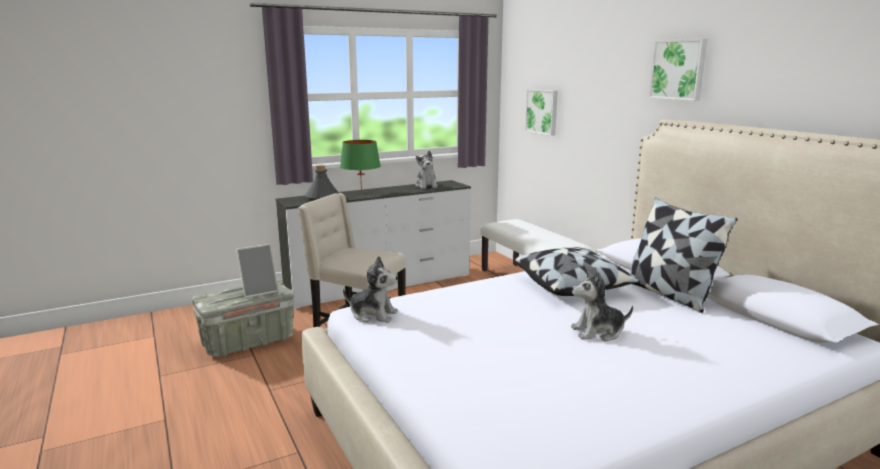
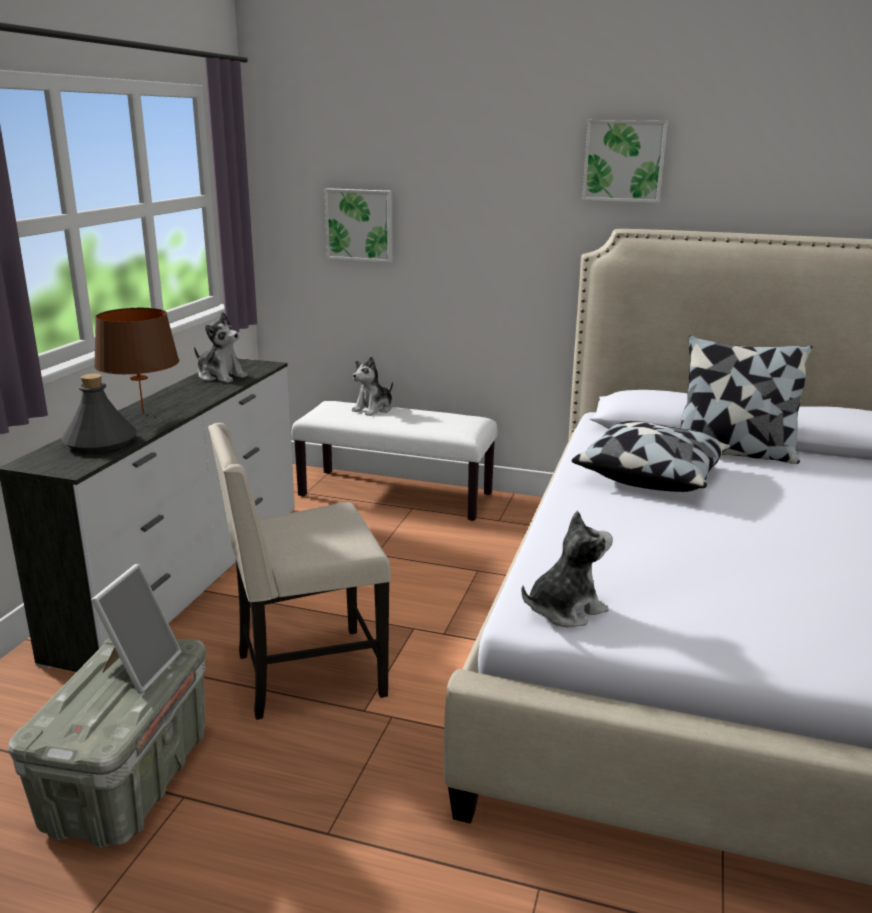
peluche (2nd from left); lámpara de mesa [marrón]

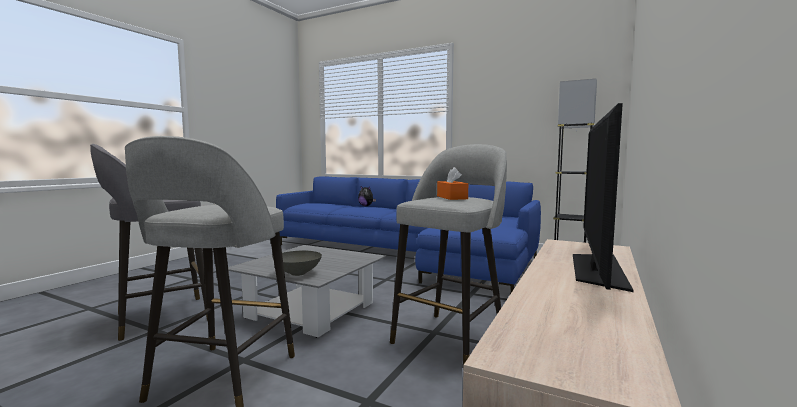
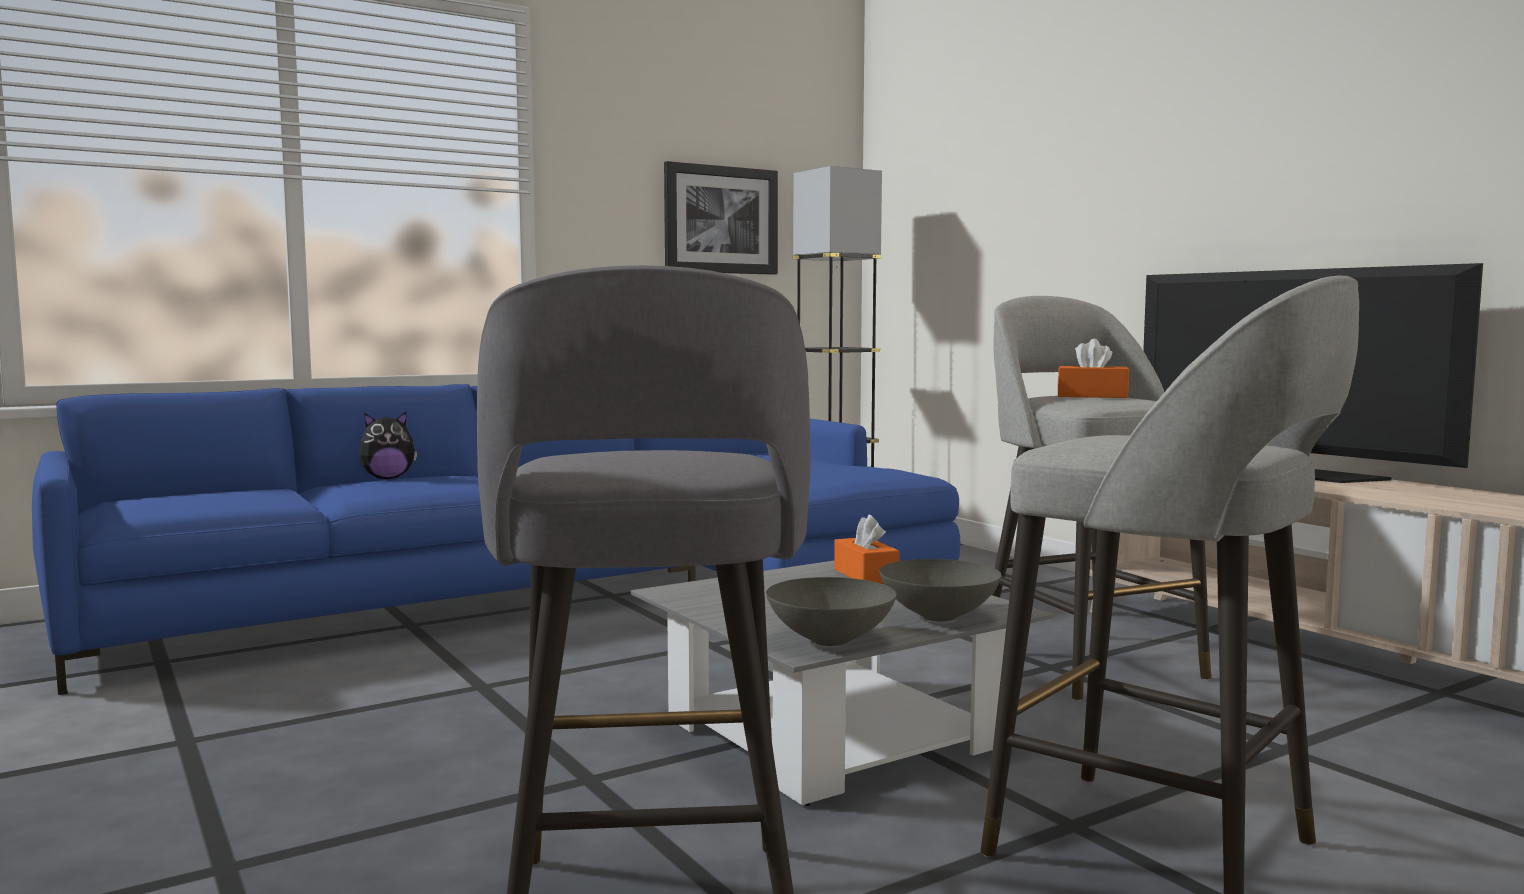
cuadro; cuenco [gris] (1st from left); caja de pañuelos [naranja] (1st from left)

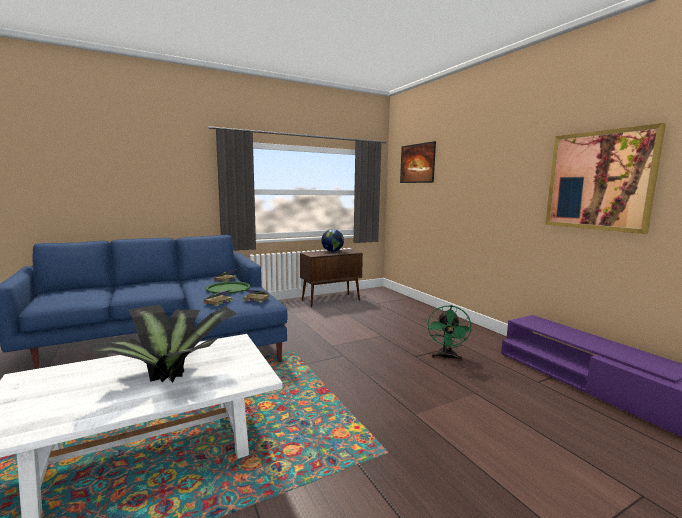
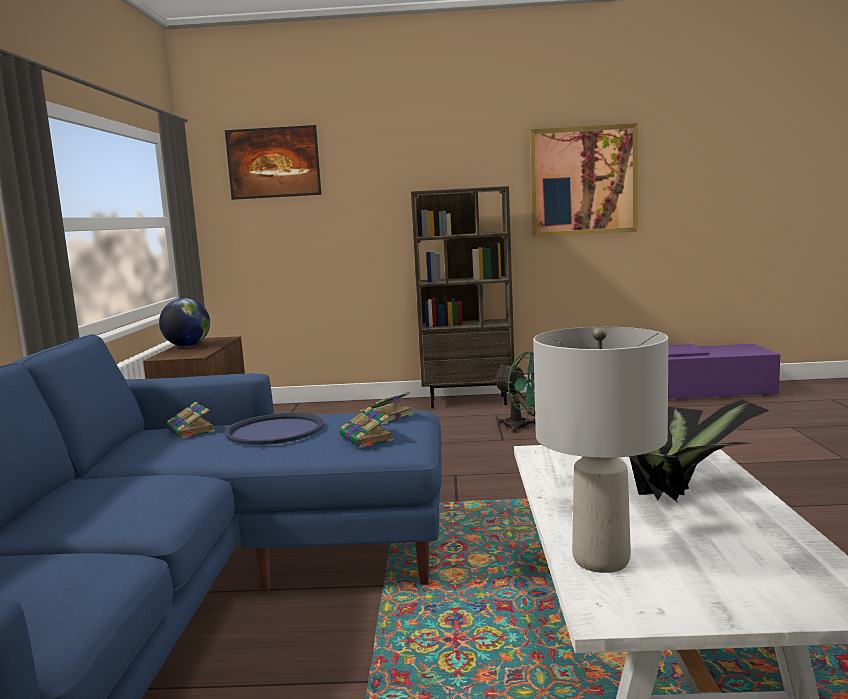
estantería [marrón]; lámpara de mesa [gris]; bandeja [azul]

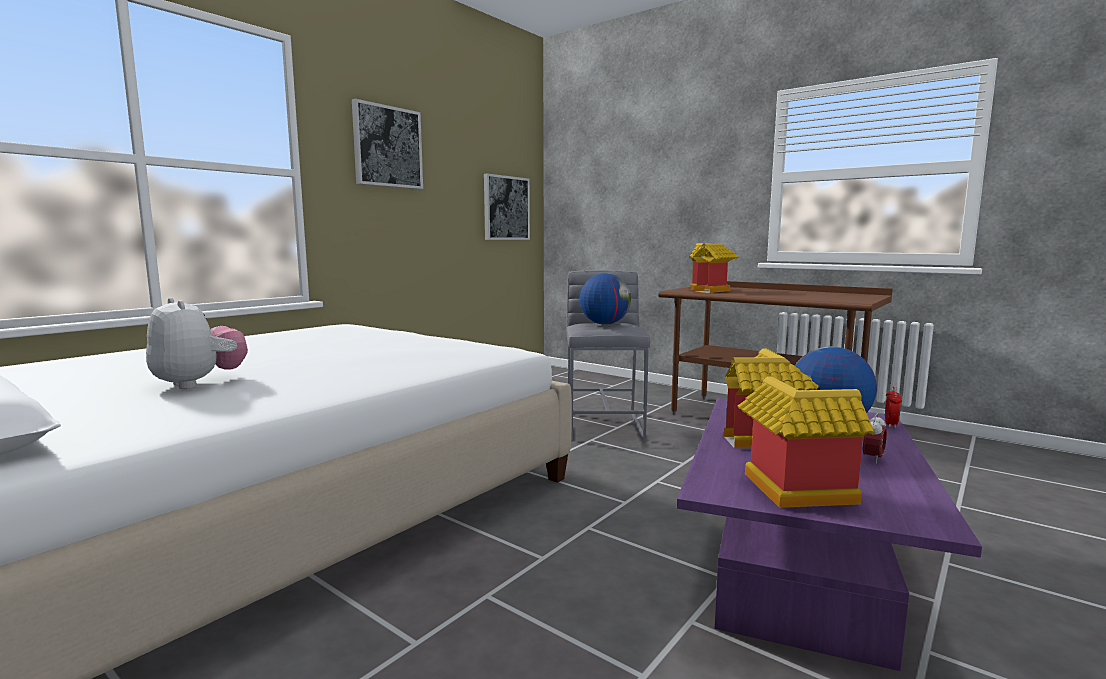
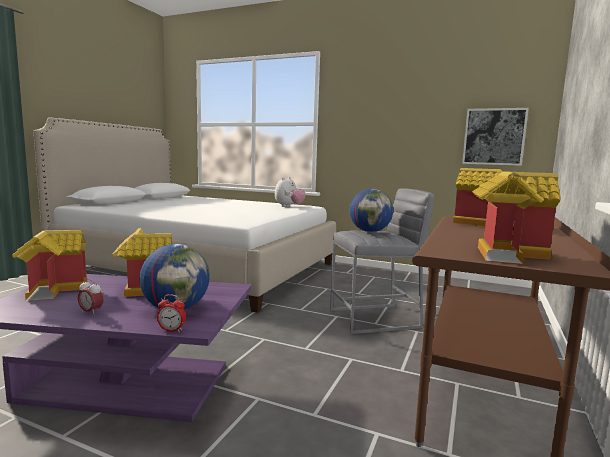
cuadro (1st from left in the first image); casita (4th from left); peluche

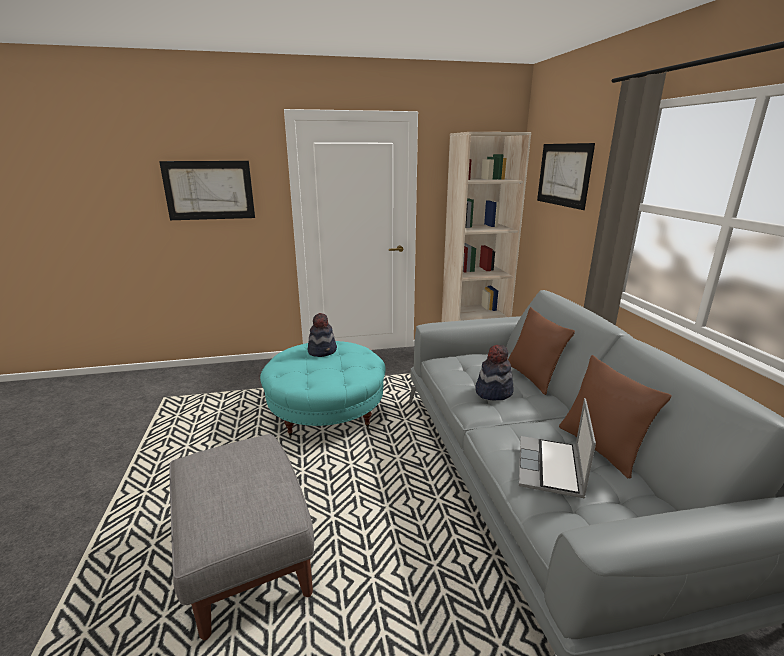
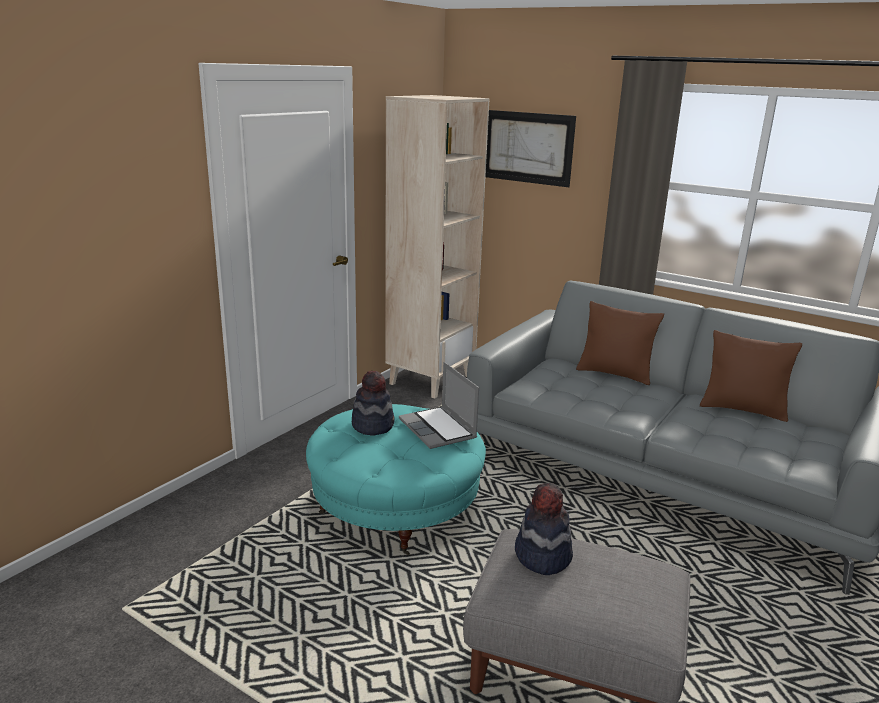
cuadro (1st from left in the first image); sombrero (2nd from left); portátil

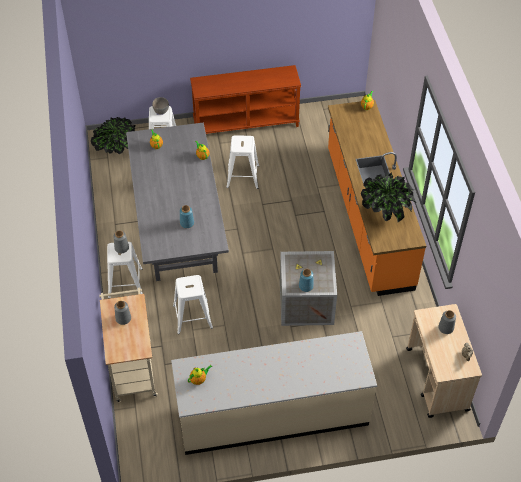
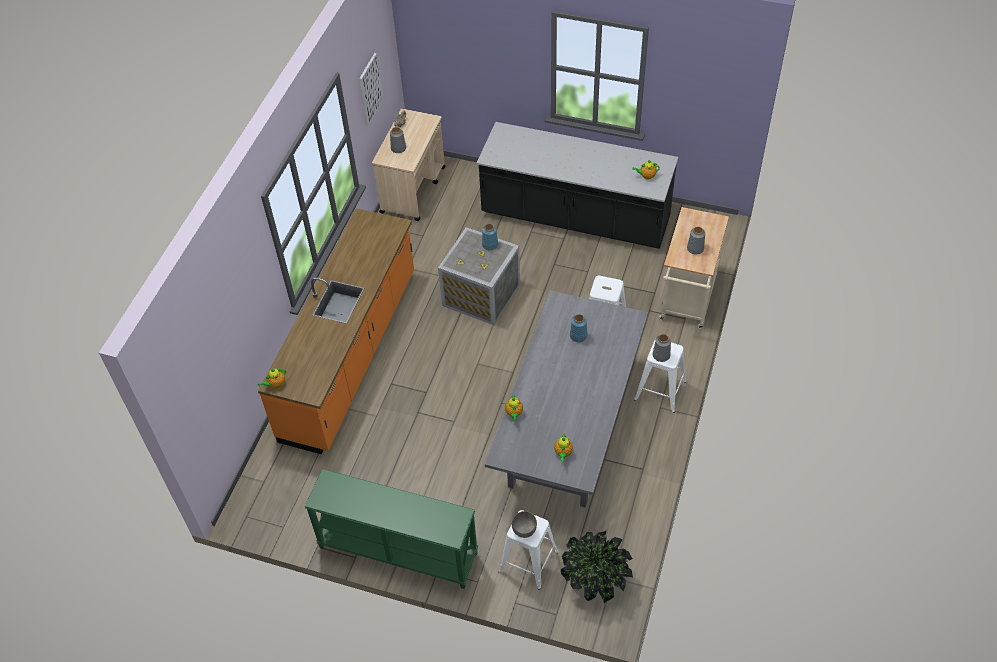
taburete [blanco] (4th from left in the first image); planta en maceta (2nd from left in the first image); cuadro; mueble bajo de cocina [negro]; mesa consola [verde]

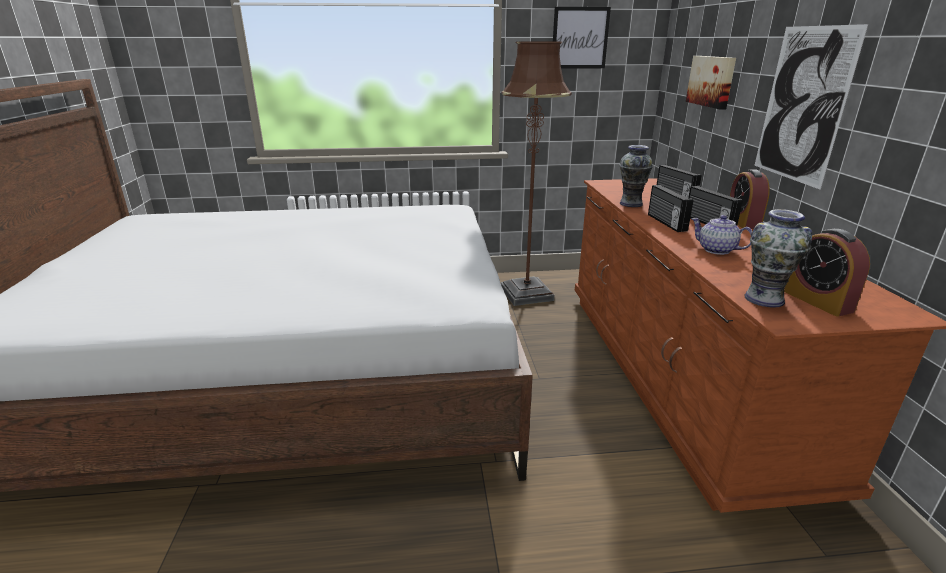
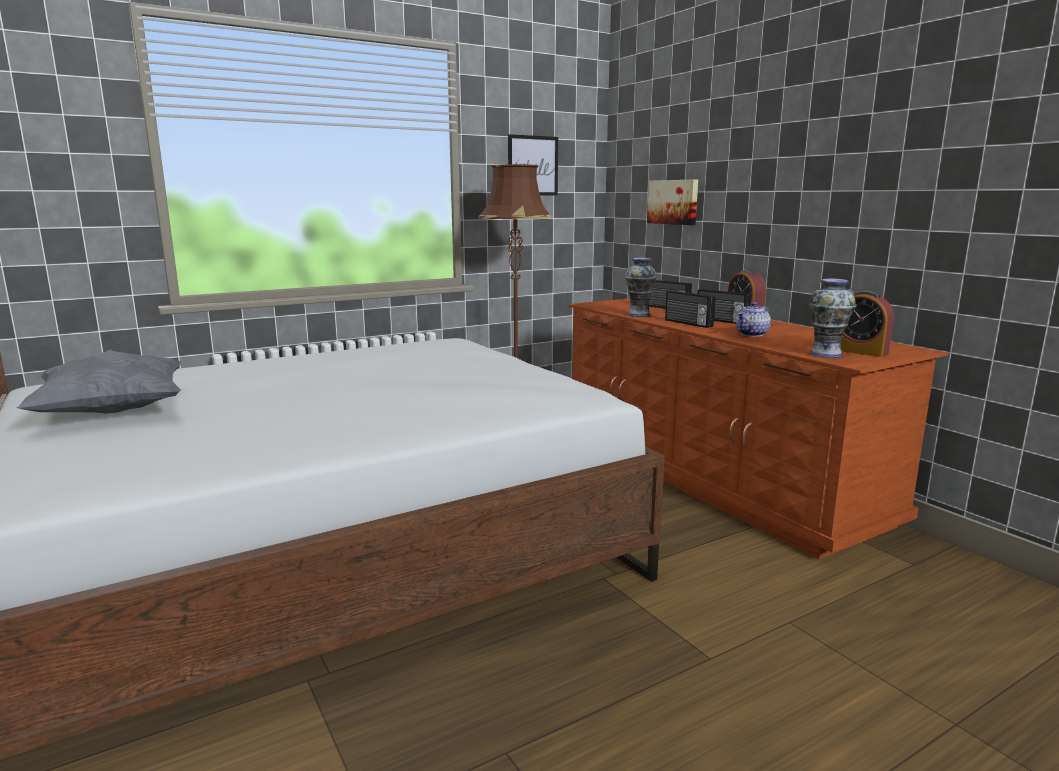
cuadro (3rd from left in the first image); cojín [gris]; tetera

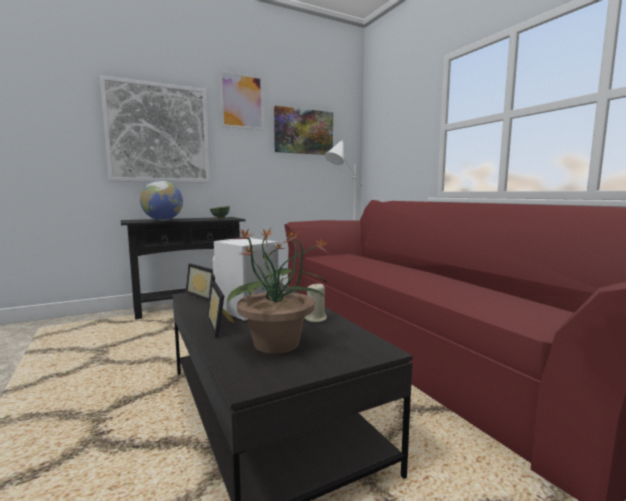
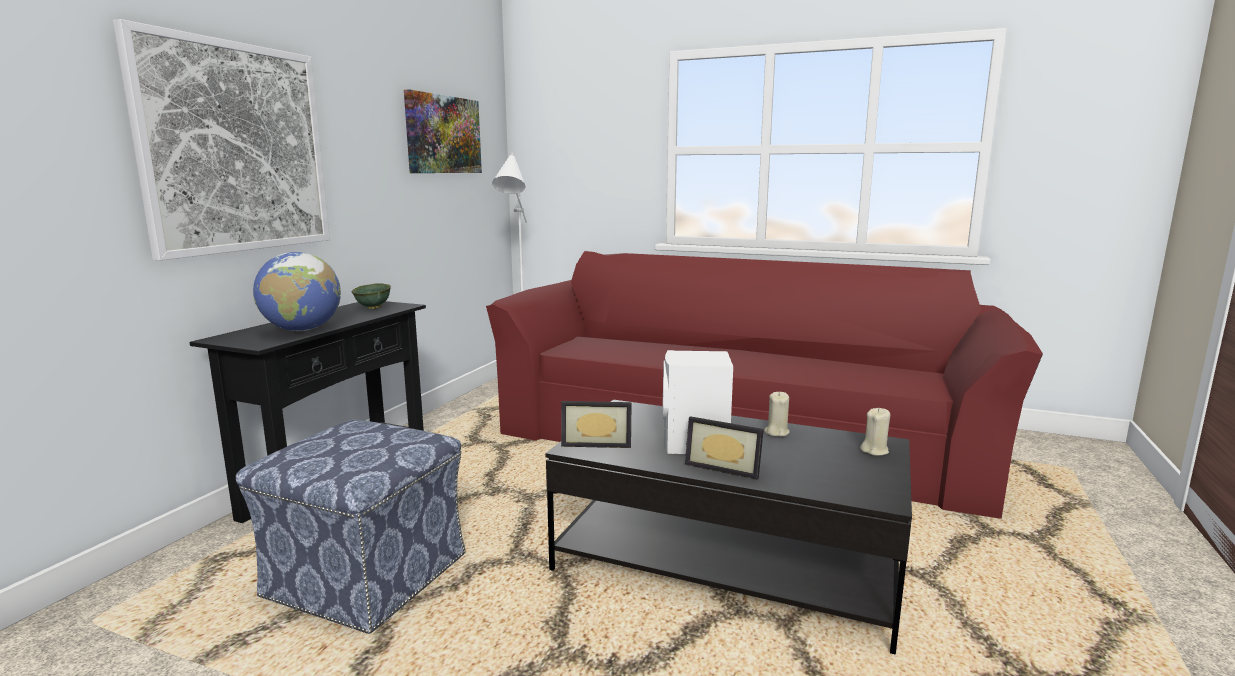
cuadro (2nd from left in the first image); planta en maceta; puf; vela [beis] (2nd from left)

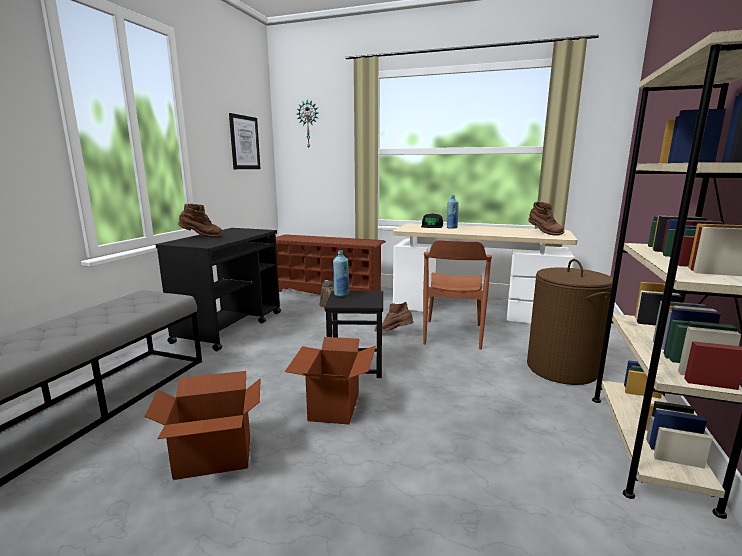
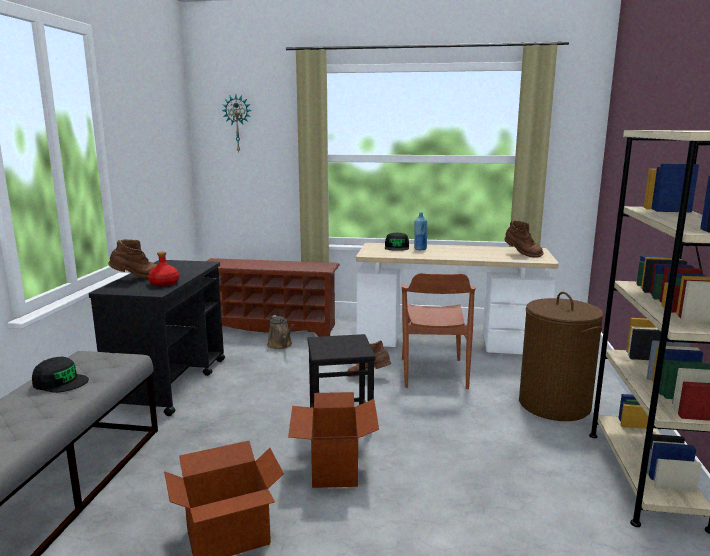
cuadro; botella [azul] (1st from left in the first image); gorra [negro] (1st from left); botella [rojo]

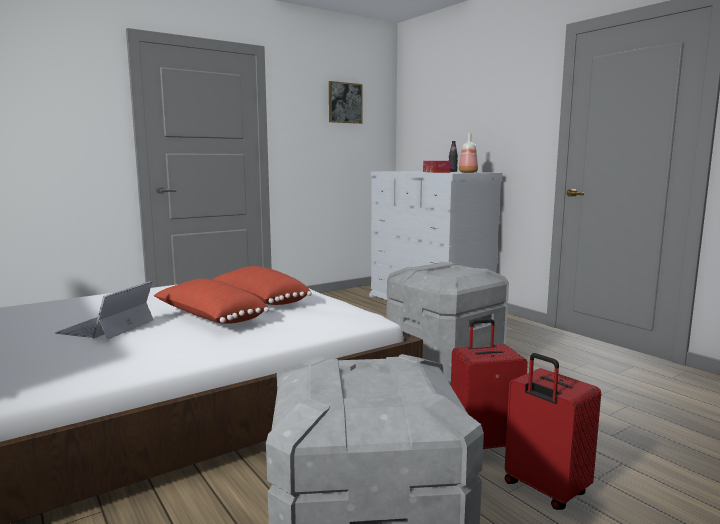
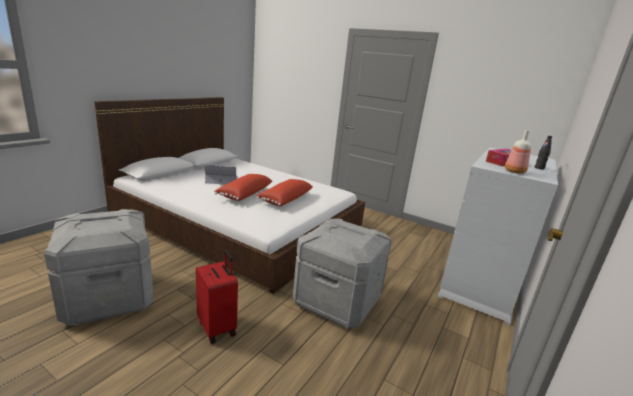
cuadro; maleta [rojo] (2nd from left in the first image)

